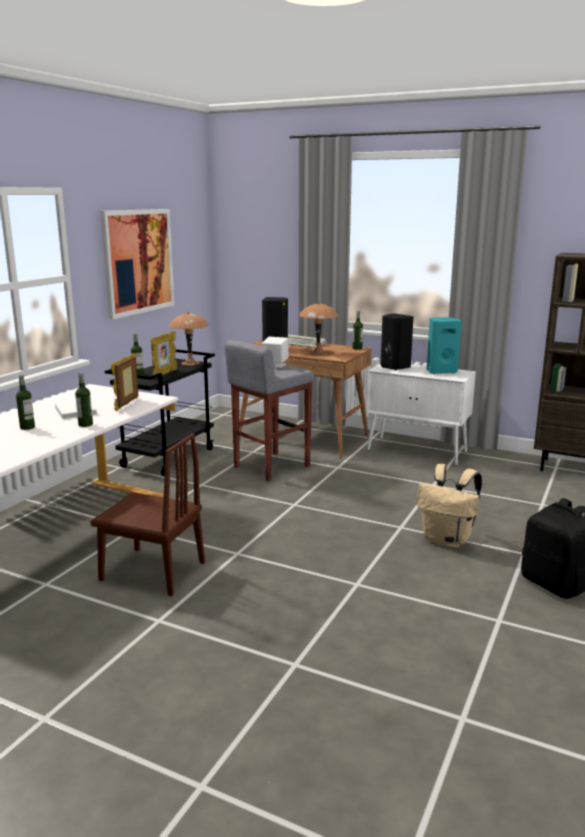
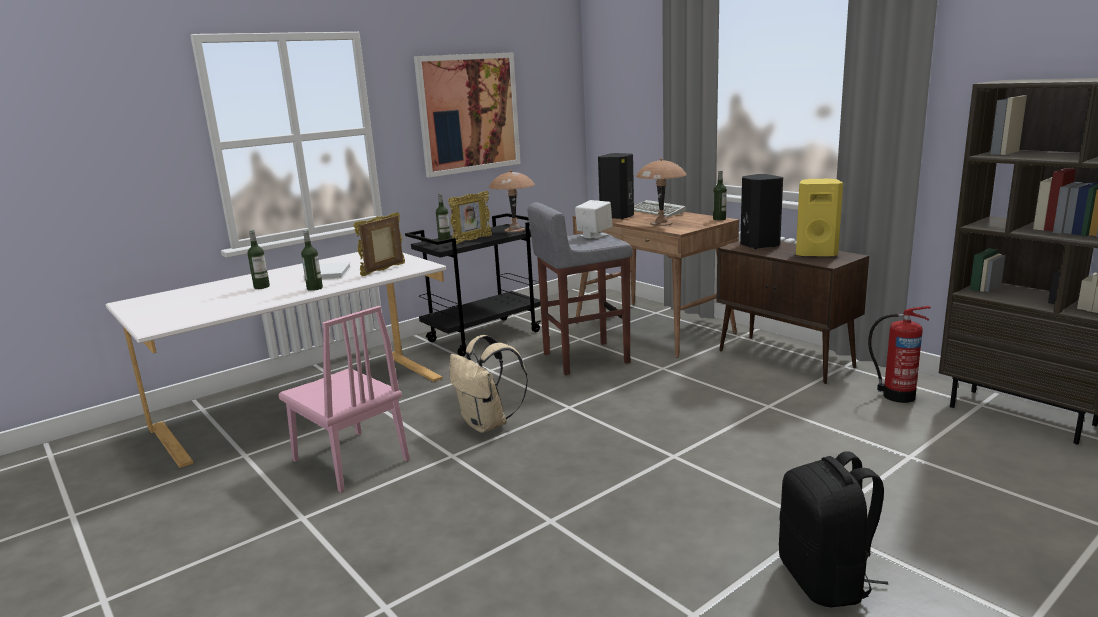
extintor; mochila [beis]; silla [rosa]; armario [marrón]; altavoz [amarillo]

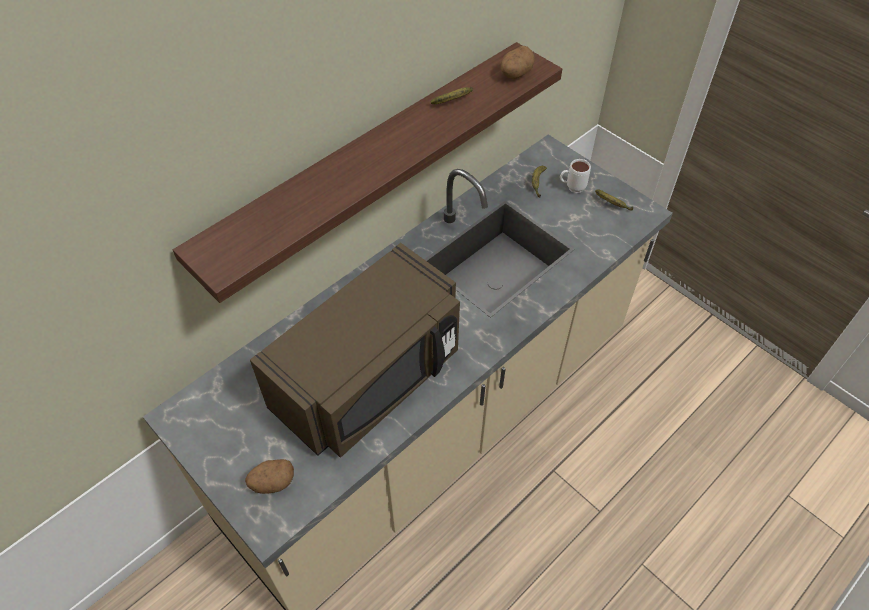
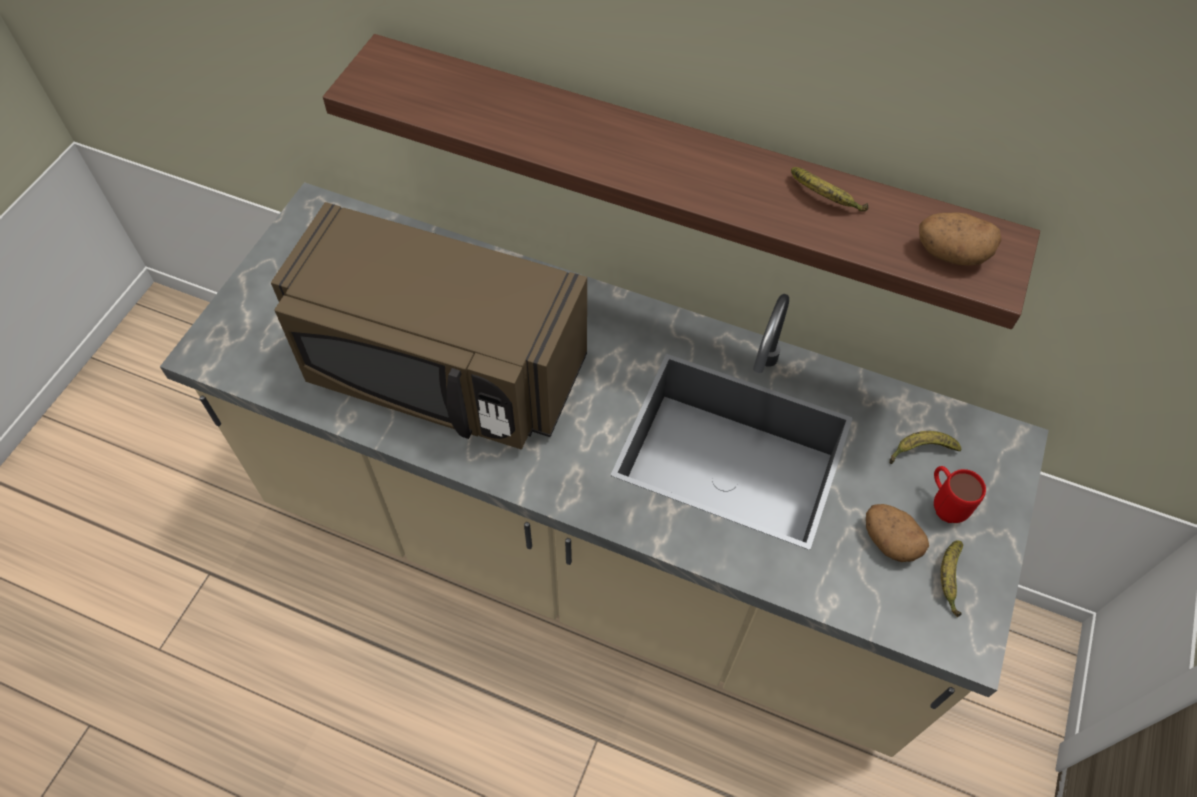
patata (1st from left); taza grande [rojo]

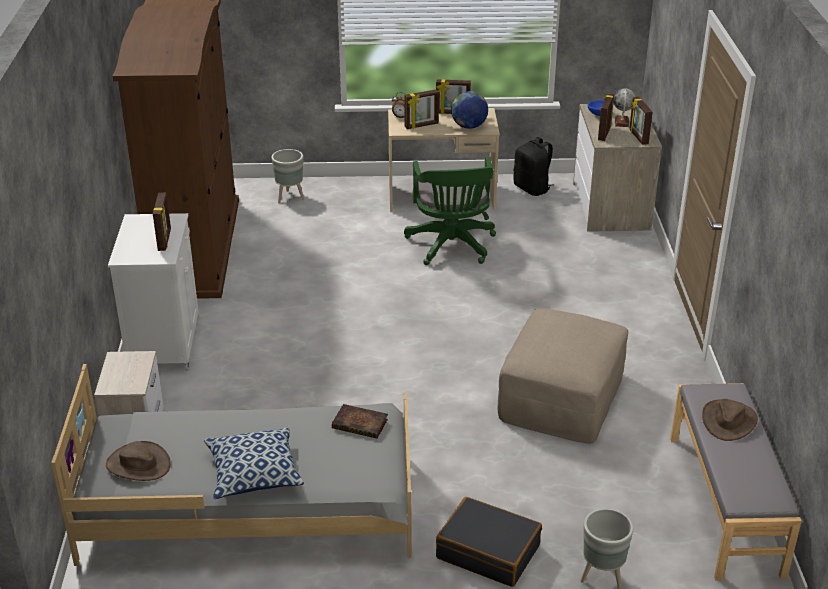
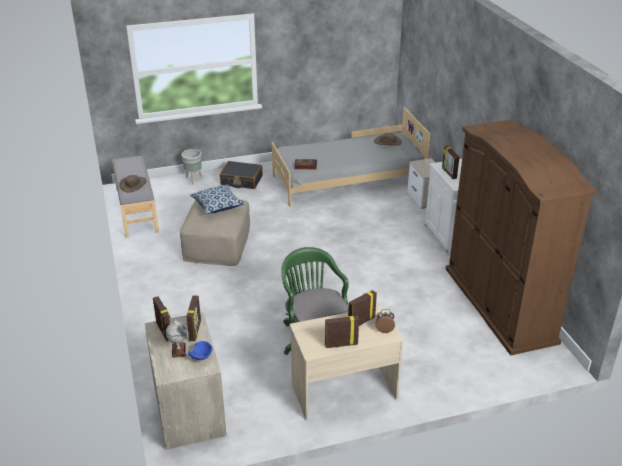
maceta [gris] (1st from left in the first image); globo terráqueo (1st from left in the first image); mochila [negro]; cojín

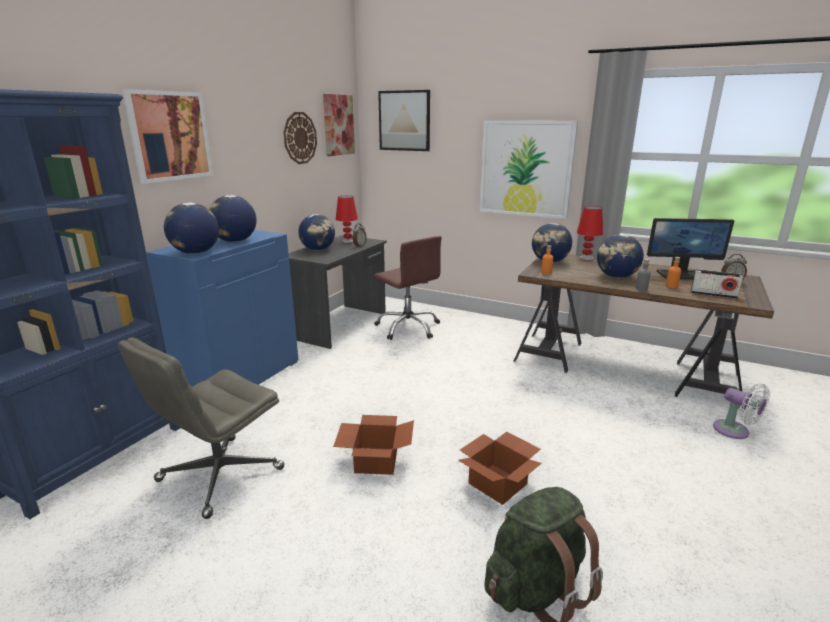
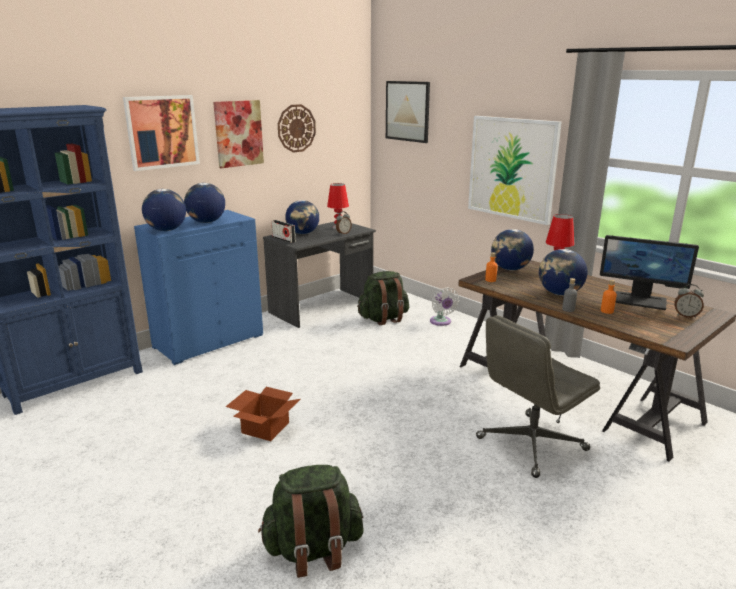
caja de cartón (2nd from left in the first image); silla de oficina [gris]; cuadro (2nd from left); radio; ventilador [blanco]; mochila [verde] (2nd from left)

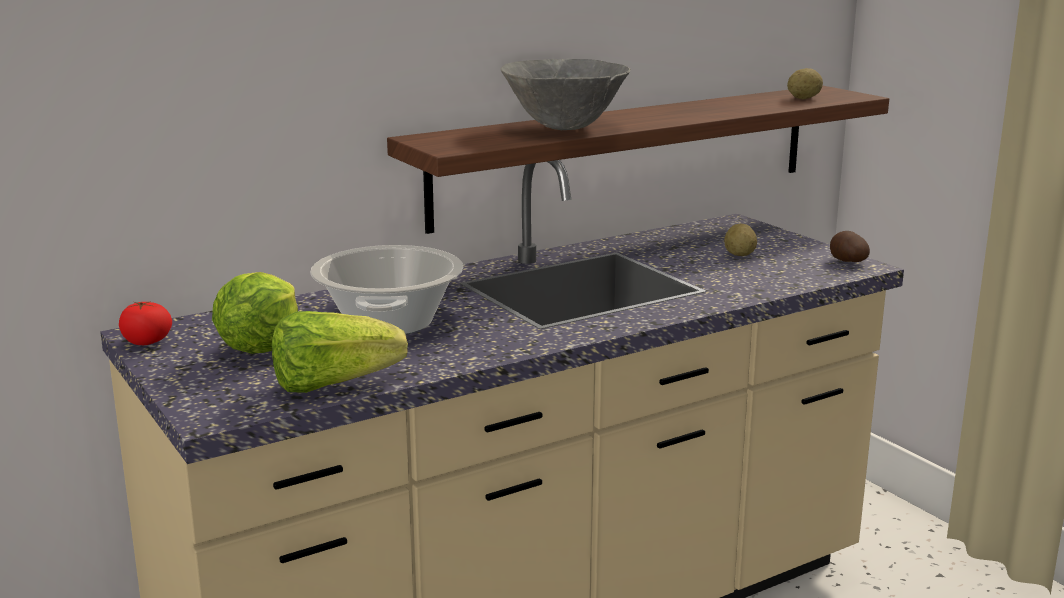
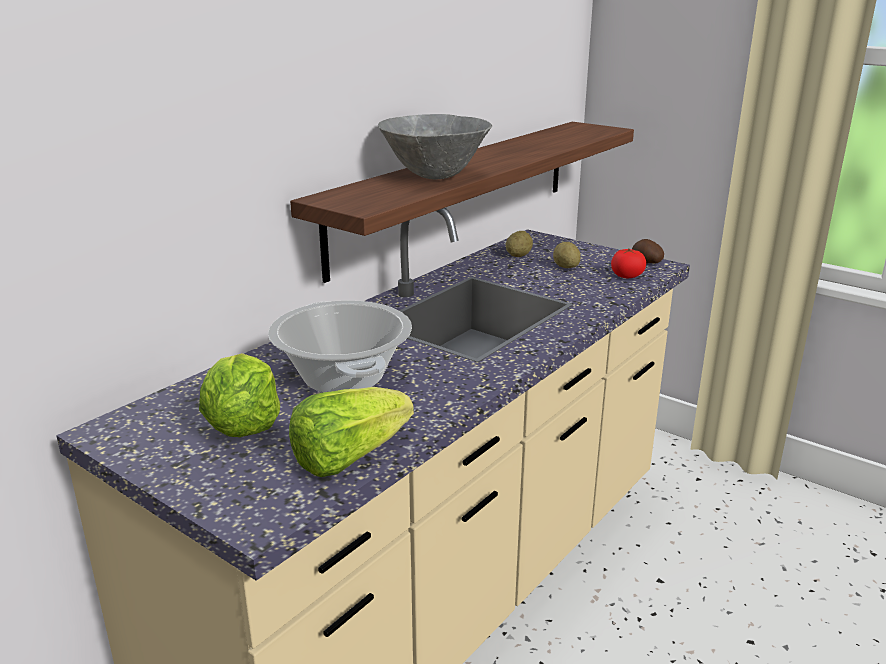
tomate; patata (1st from left)

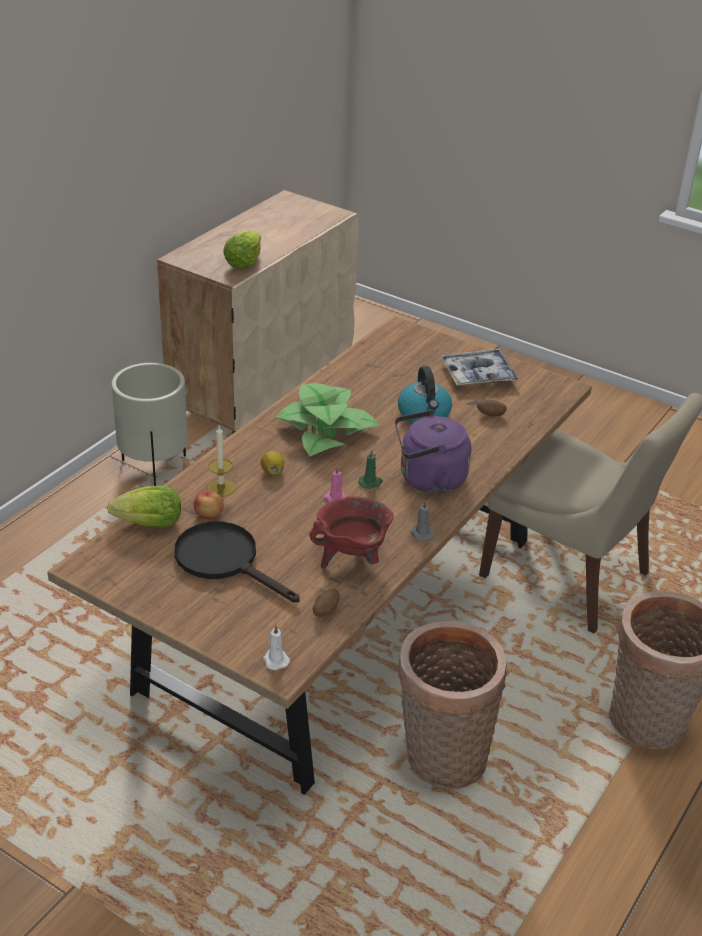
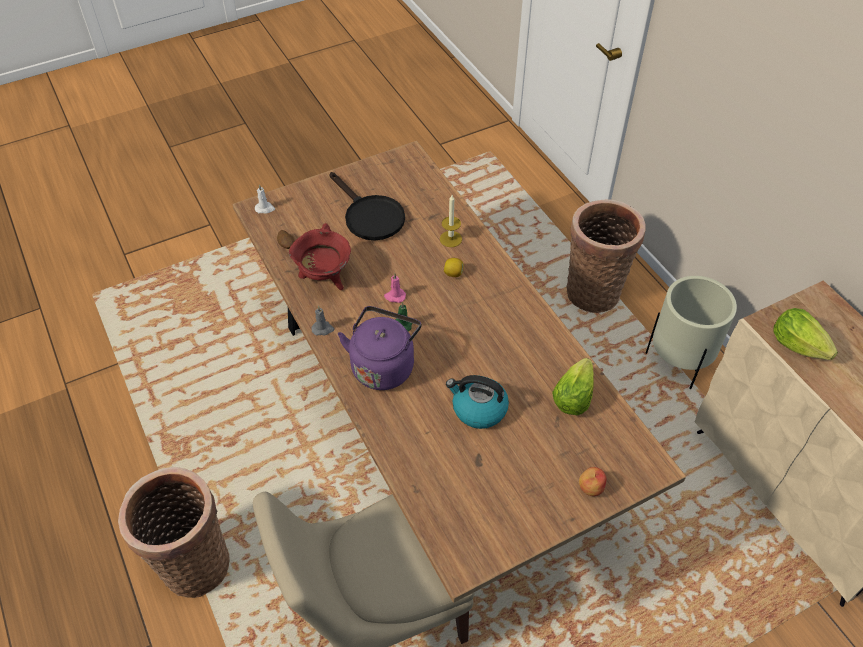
planta en maceta; bandeja; patata (2nd from left in the first image); lechuga (1st from left); manzana; cesta (2nd from left); sartén [negro]

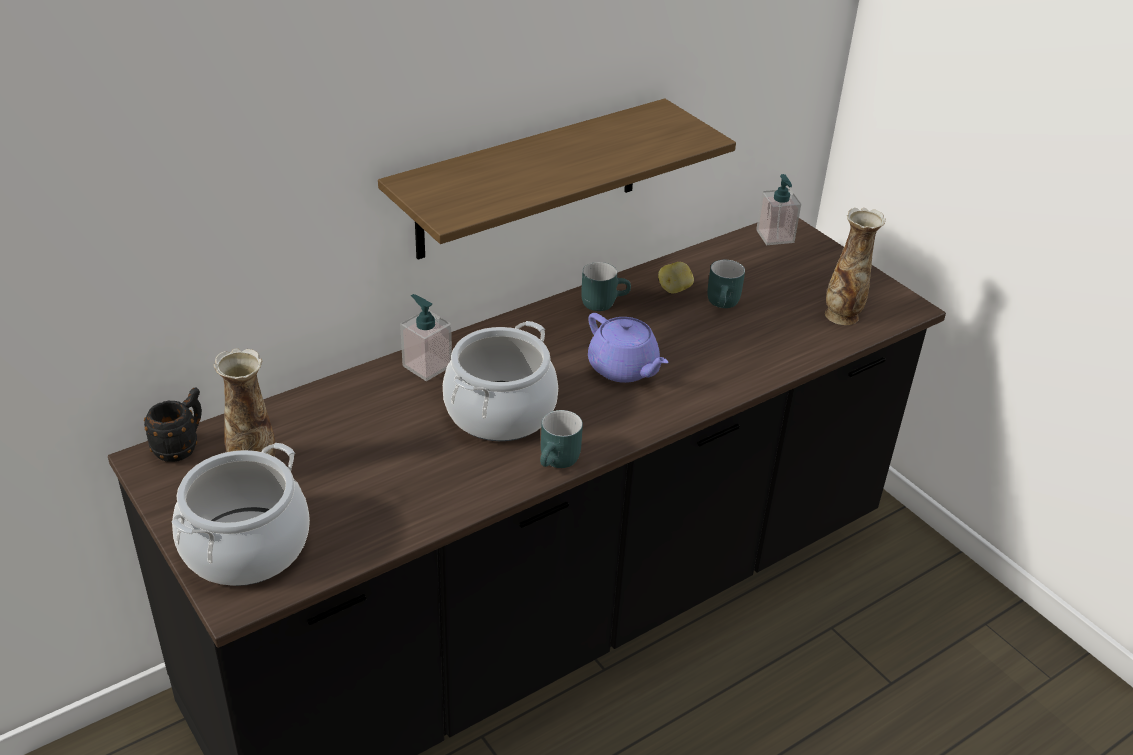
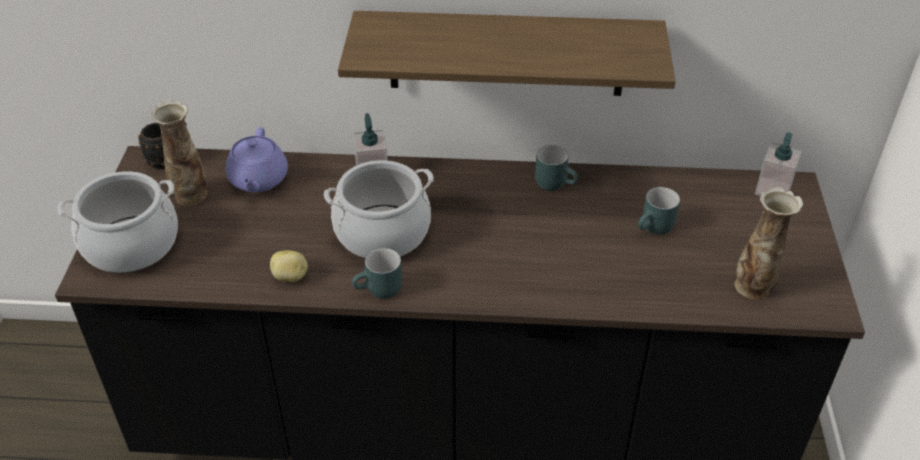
tetera [morado]; patata

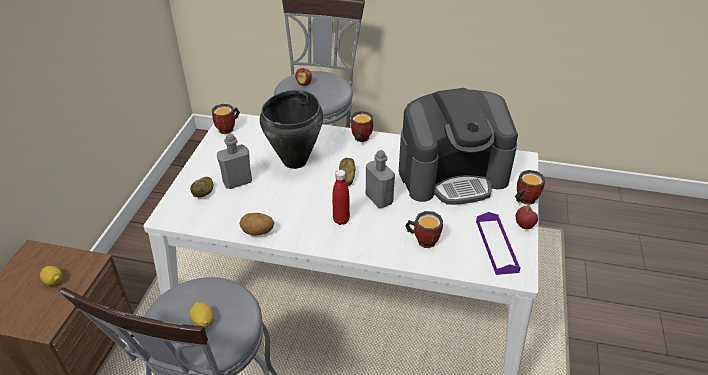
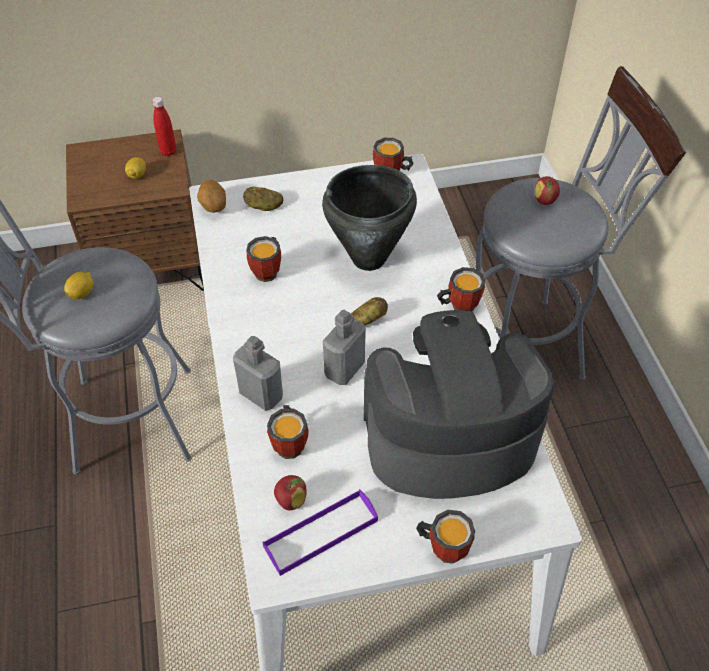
taza grande (1st from left); botella [gris] (1st from left); patata (1st from left); botella [rojo]; manzana (1st from left); cafetera

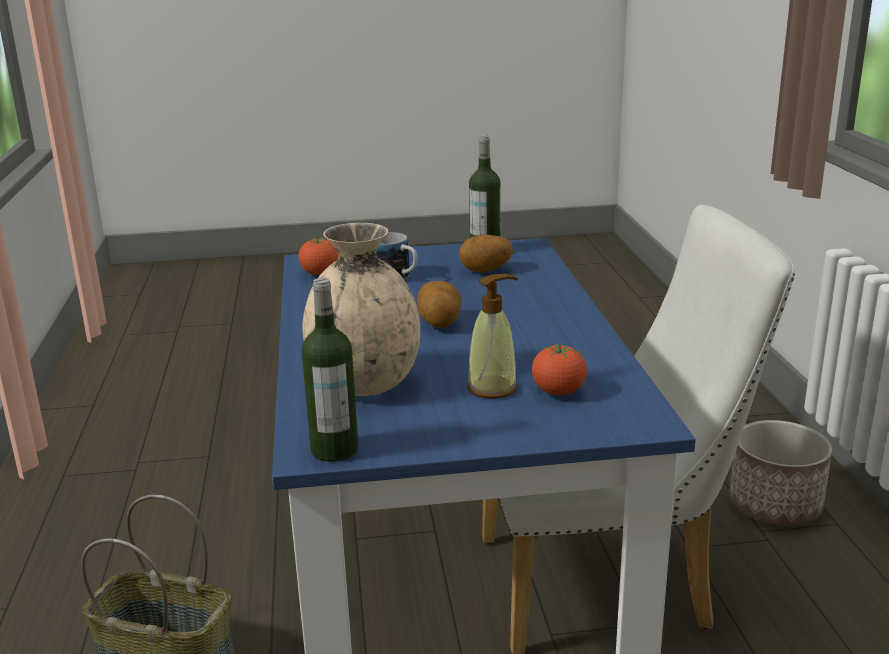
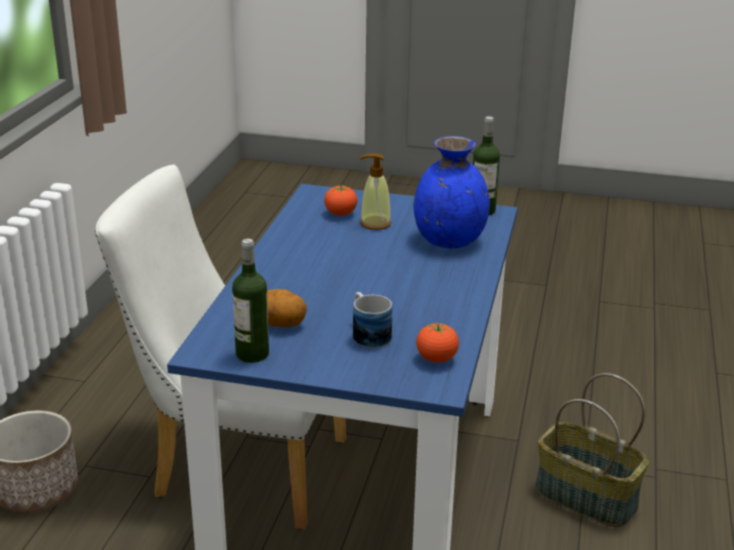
patata (1st from left in the first image); florero [azul]

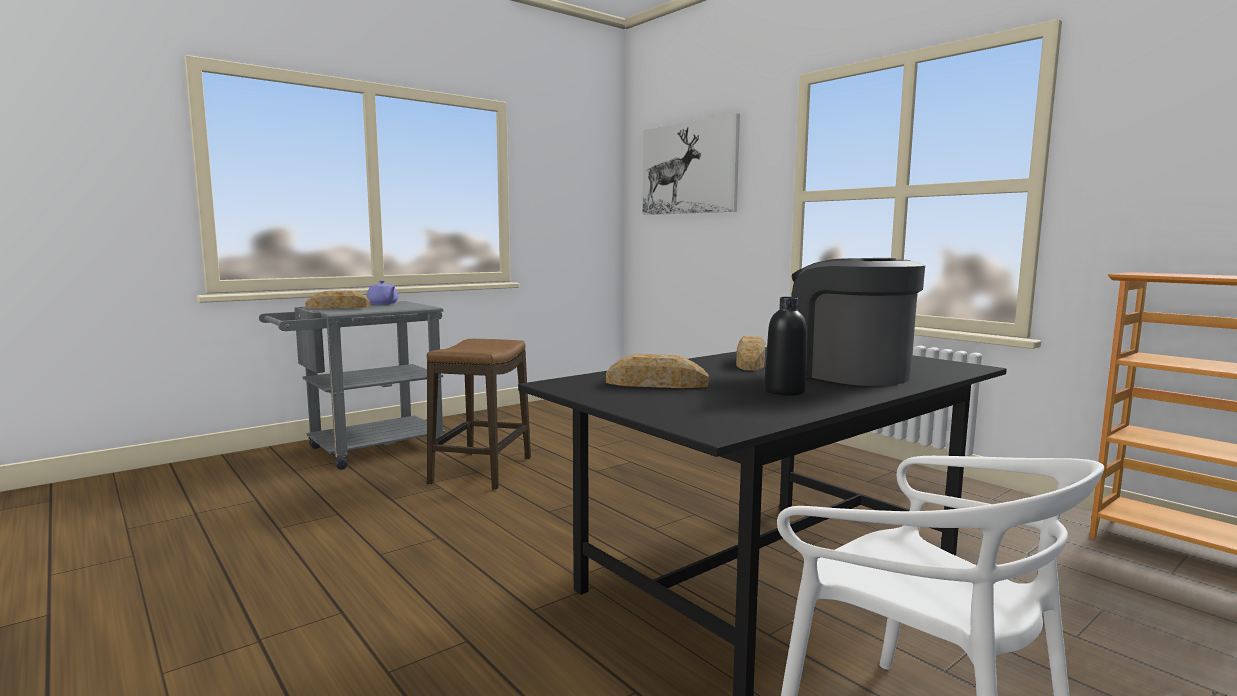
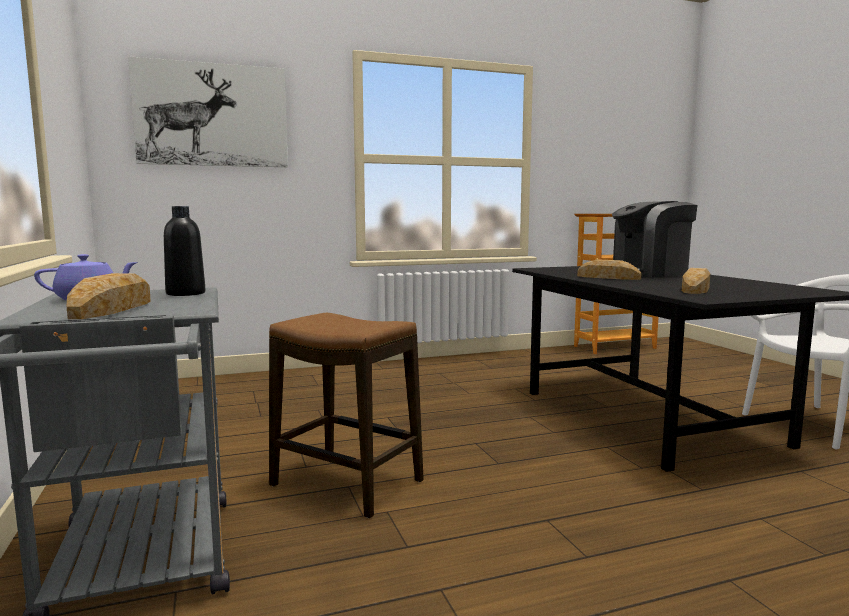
botella [negro]

